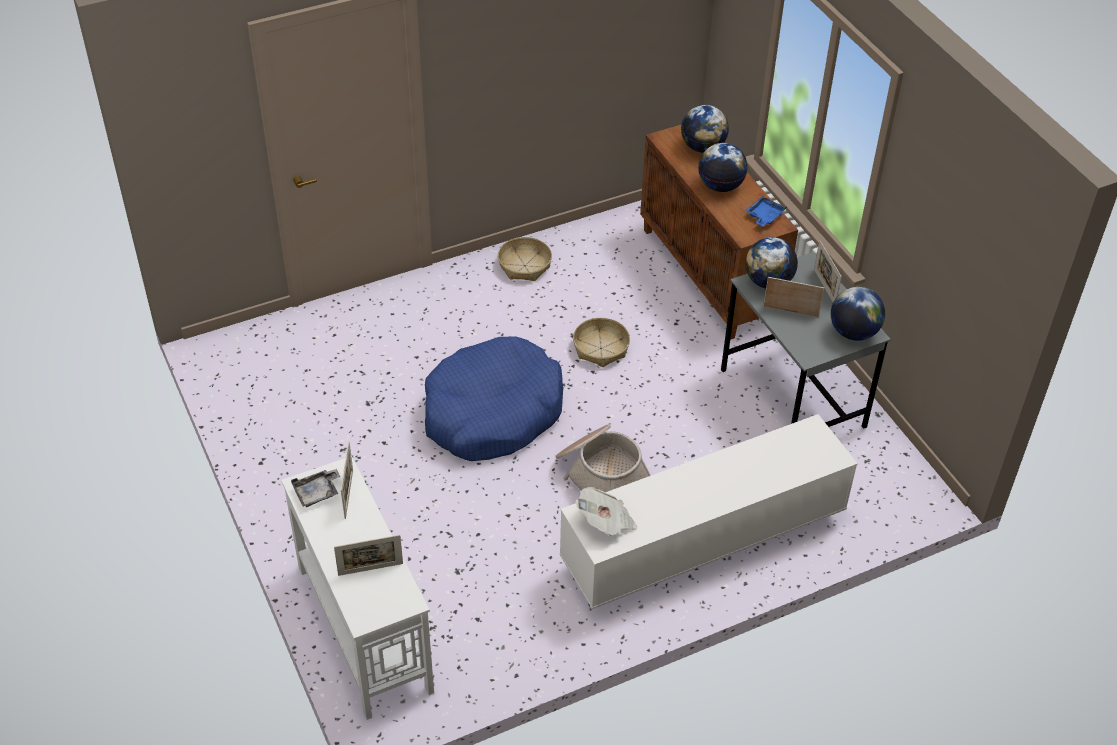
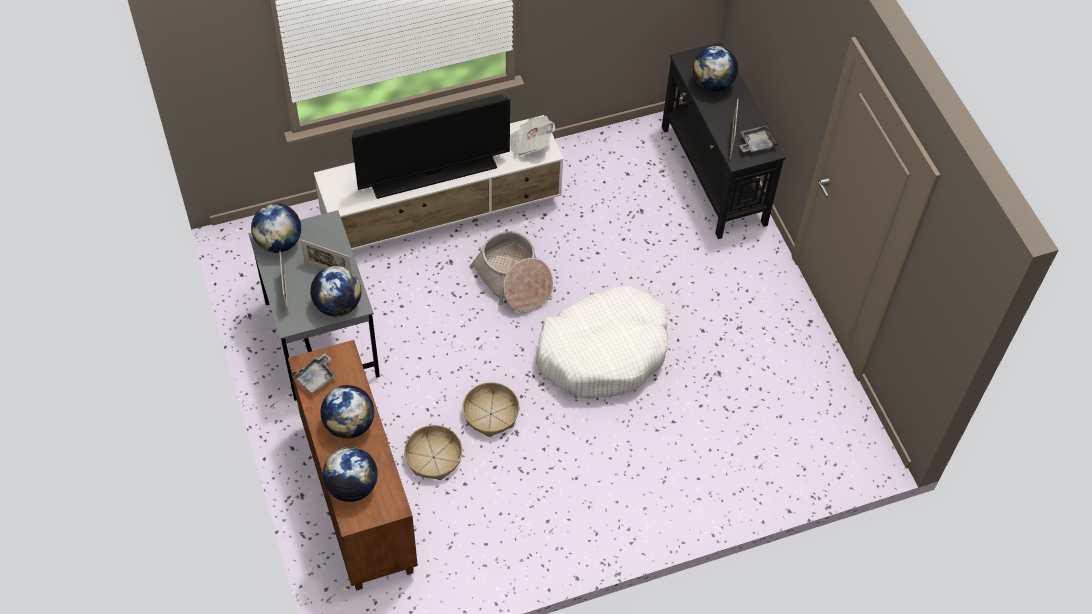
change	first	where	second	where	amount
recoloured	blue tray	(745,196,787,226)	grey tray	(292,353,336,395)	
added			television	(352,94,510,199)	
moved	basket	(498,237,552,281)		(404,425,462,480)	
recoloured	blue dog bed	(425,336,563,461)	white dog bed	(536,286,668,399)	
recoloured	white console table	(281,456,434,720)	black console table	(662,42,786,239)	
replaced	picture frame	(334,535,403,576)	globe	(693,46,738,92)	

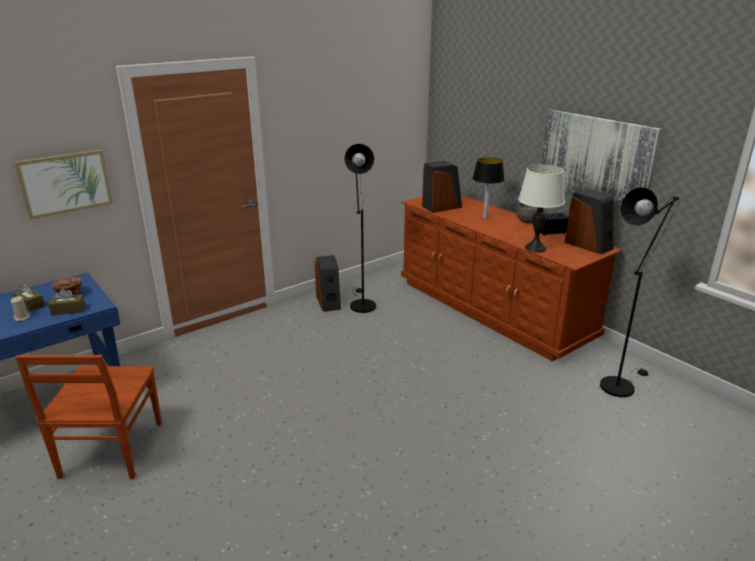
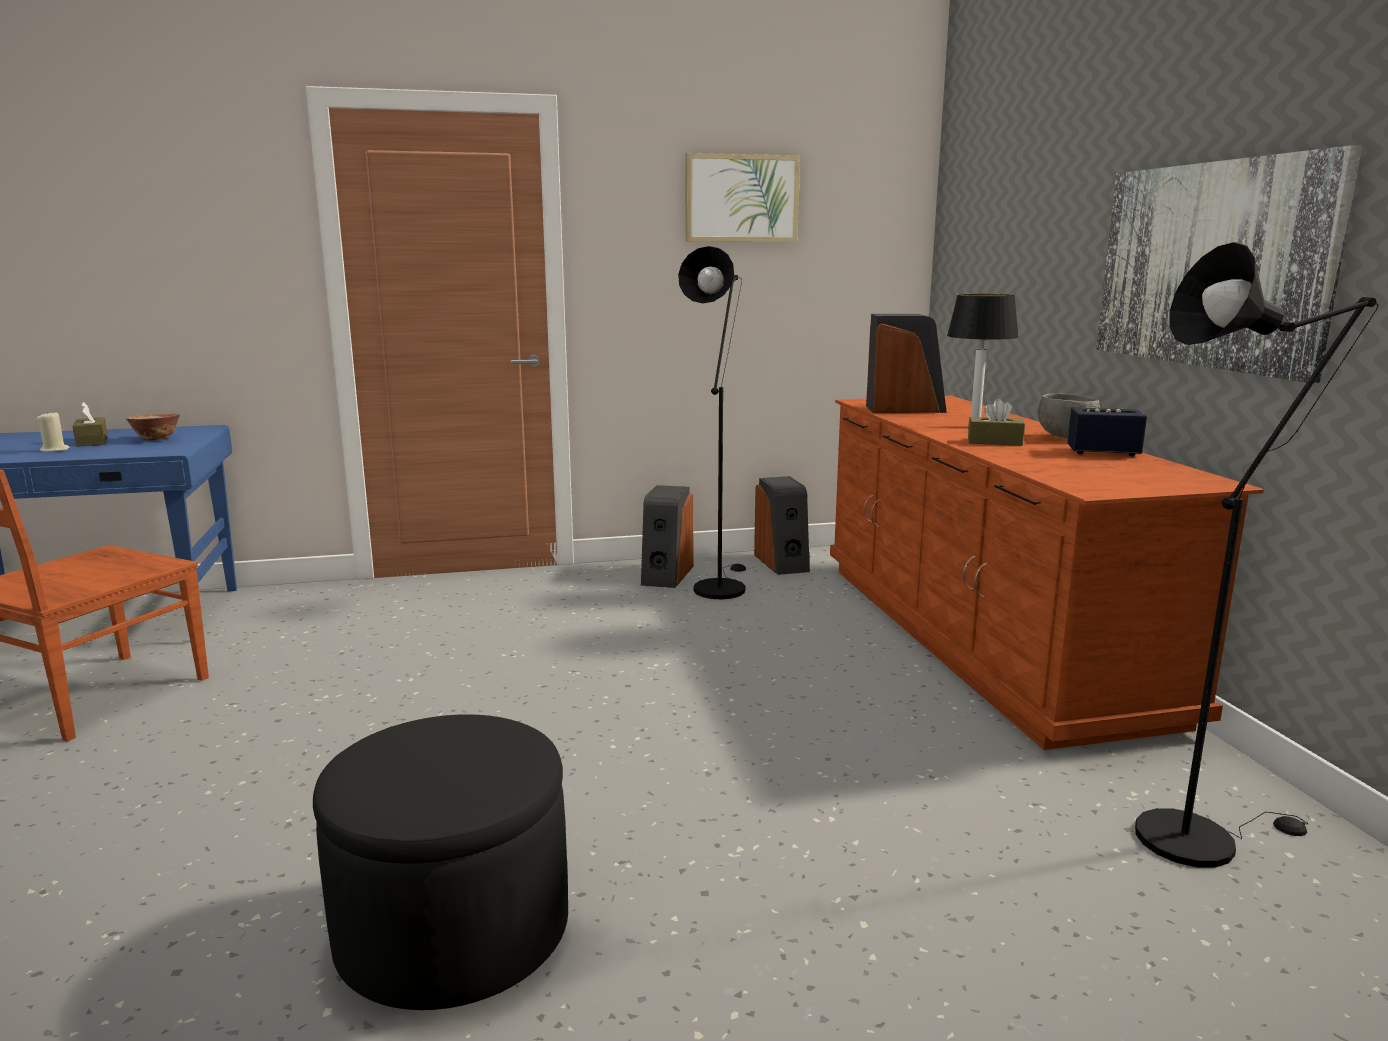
change	first	where	second	where	amount
added			black ottoman	(313,714,568,1010)	
moved	picture	(14,150,113,219)		(686,153,800,242)	
moved	speaker	(564,188,614,254)		(754,476,810,575)	
moved	brown tissue box	(48,289,85,315)		(968,399,1025,446)	
removed	white table lamp	(518,165,565,252)			

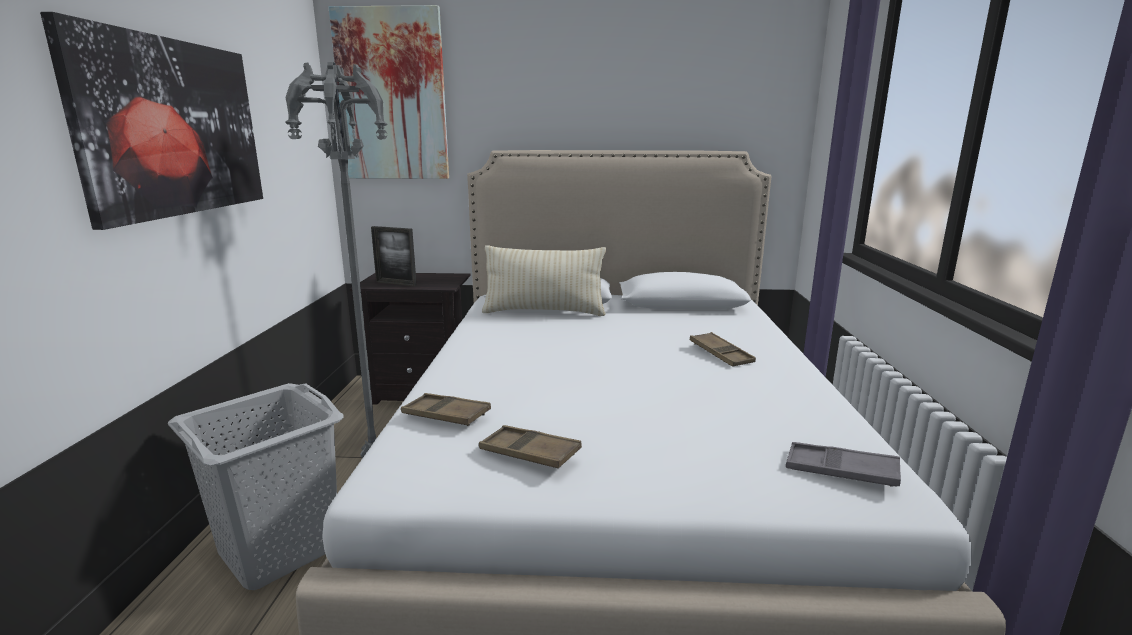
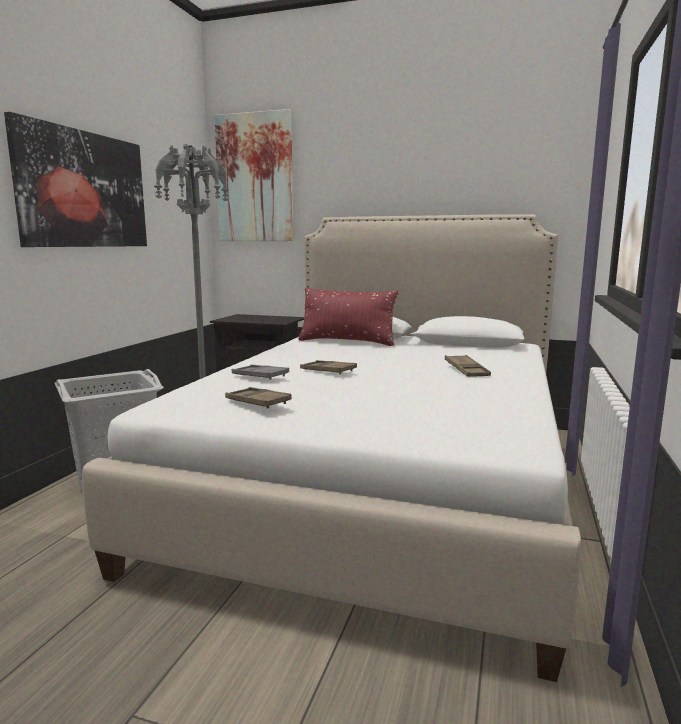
change	first	where	second	where	amount
moved	grey tray	(786,442,901,487)		(232,365,289,380)	
recoloured	beige pillow	(482,245,606,316)	red pillow	(298,288,399,346)	
moved	brown tray	(401,393,491,426)		(300,360,357,374)	
removed	picture frame	(371,226,417,286)			

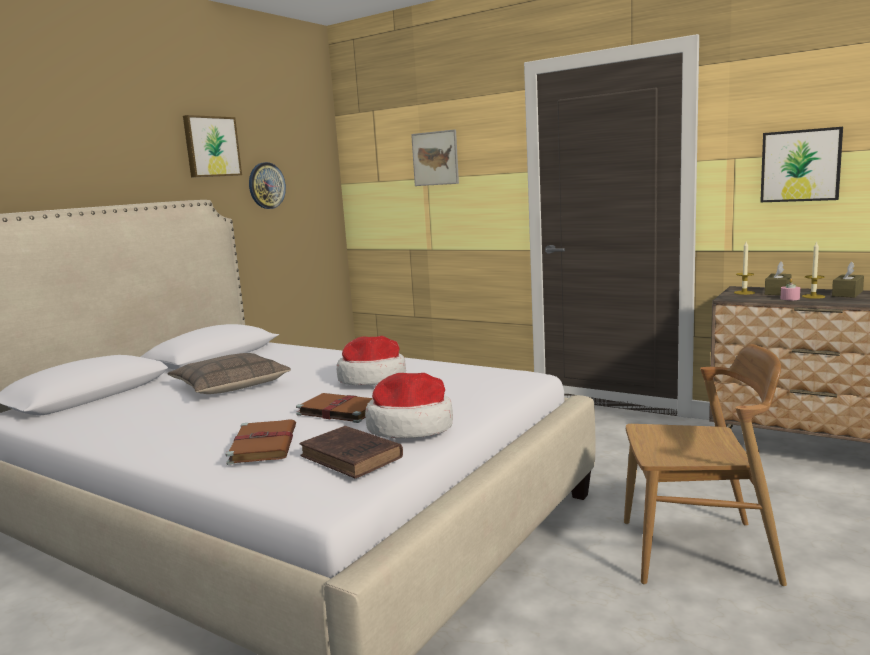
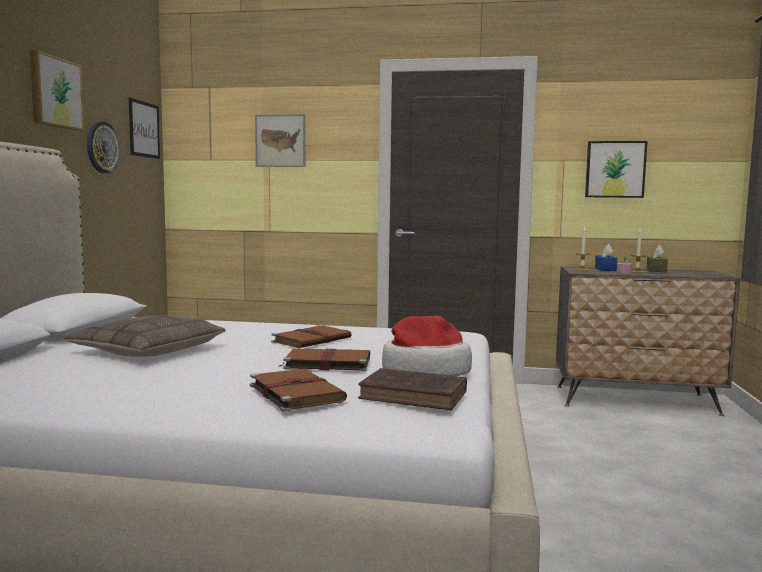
change	first	where	second	where	amount
added			picture	(129,98,160,159)	
replaced	hat	(337,336,406,386)	brown book	(271,325,352,348)	
recoloured	brown tissue box	(765,262,792,295)	blue tissue box	(595,244,617,271)	
removed	brown chair	(624,344,787,586)			

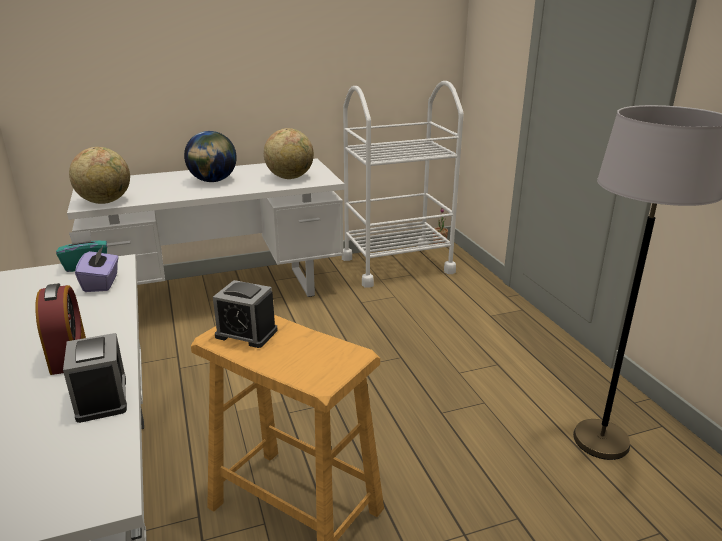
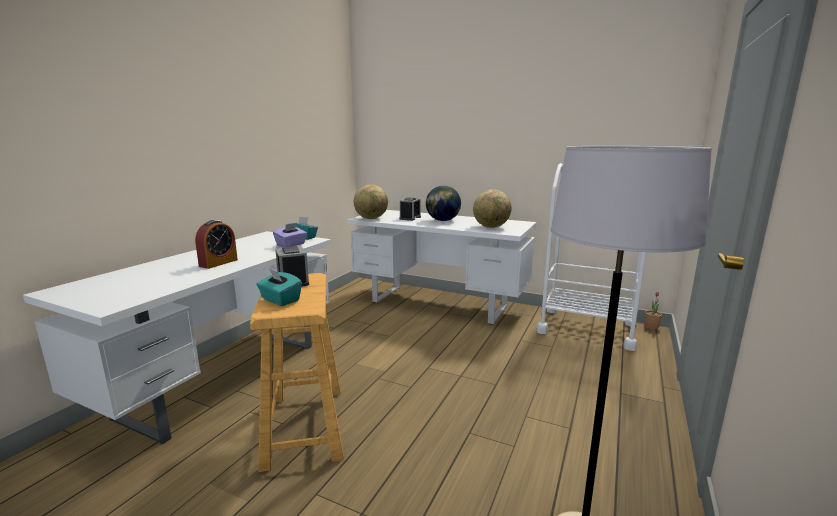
change	first	where	second	where	amount
added			turquoise tissue box	(257,269,302,306)	
moved	alarm clock	(63,333,127,423)		(400,197,421,221)	

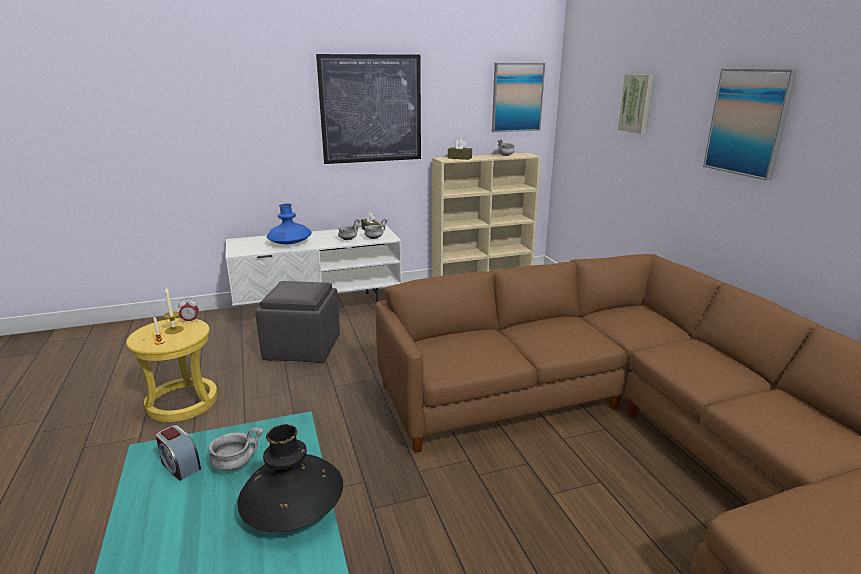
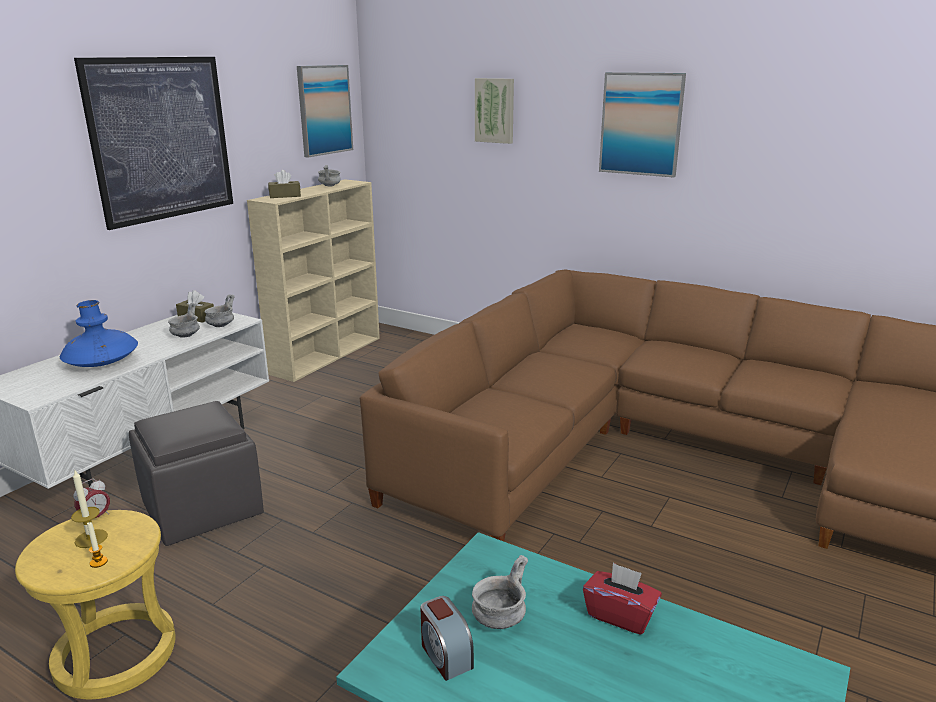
change	first	where	second	where	amount
turned	alarm clock	(156,425,201,481)		(420,596,474,681)	60 degrees clockwise
replaced	black vase	(237,424,343,532)	red tissue box	(583,563,662,635)	

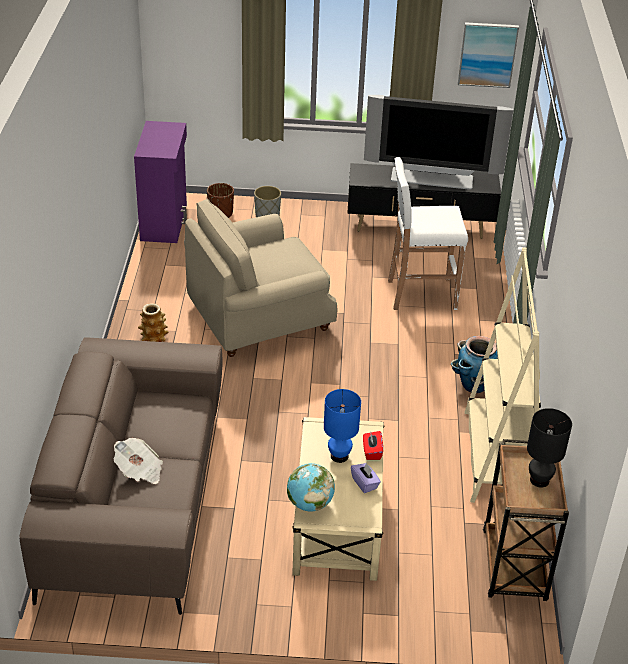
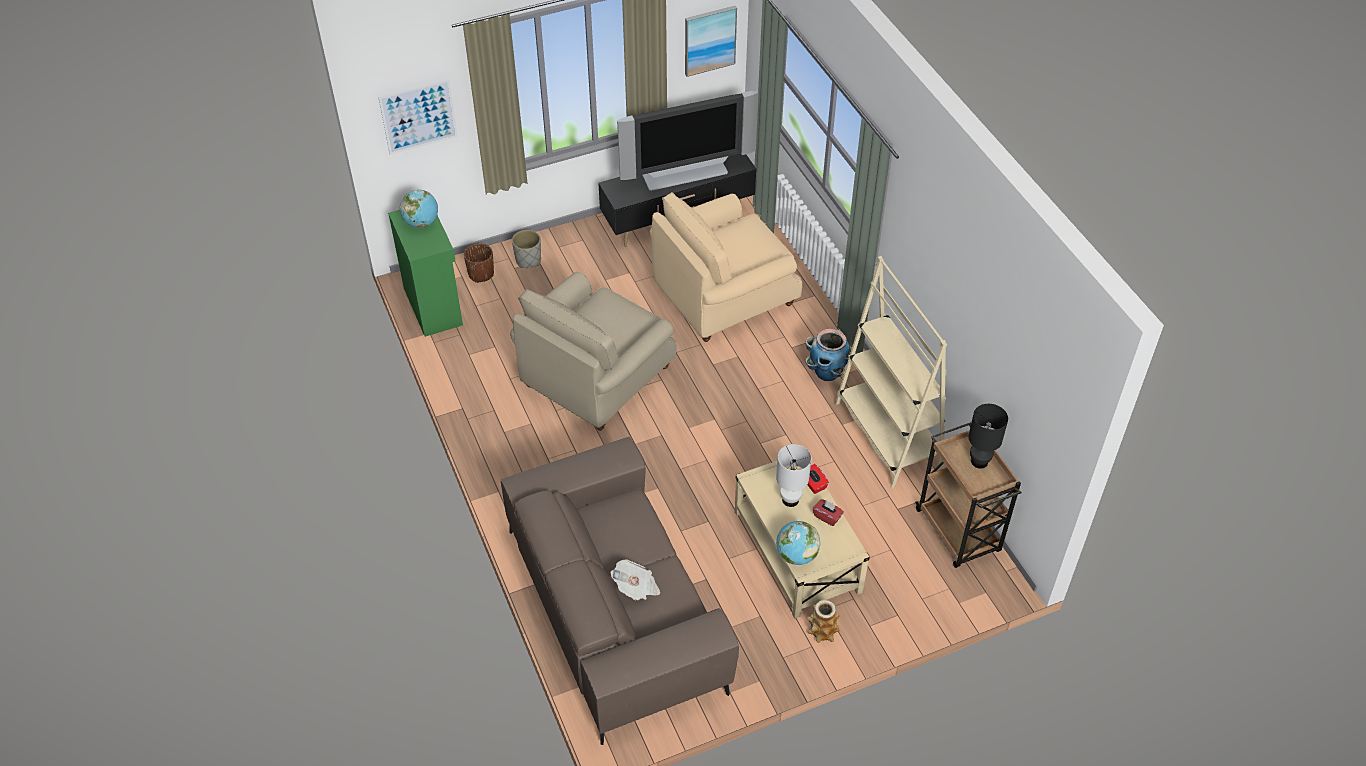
change	first	where	second	where	amount
added			picture	(378,79,458,155)	
recoloured	purple cabinet	(134,121,187,243)	green cabinet	(388,210,463,337)	
added			globe	(400,190,438,228)	
replaced	white stool	(388,157,468,310)	beige armchair	(650,192,802,342)	
recoloured	blue table lamp	(324,389,361,463)	white table lamp	(776,444,811,507)	
moved	vase	(138,303,168,342)		(807,600,840,643)	
recoloured	purple tissue box	(351,462,381,493)	red tissue box	(813,499,844,526)	

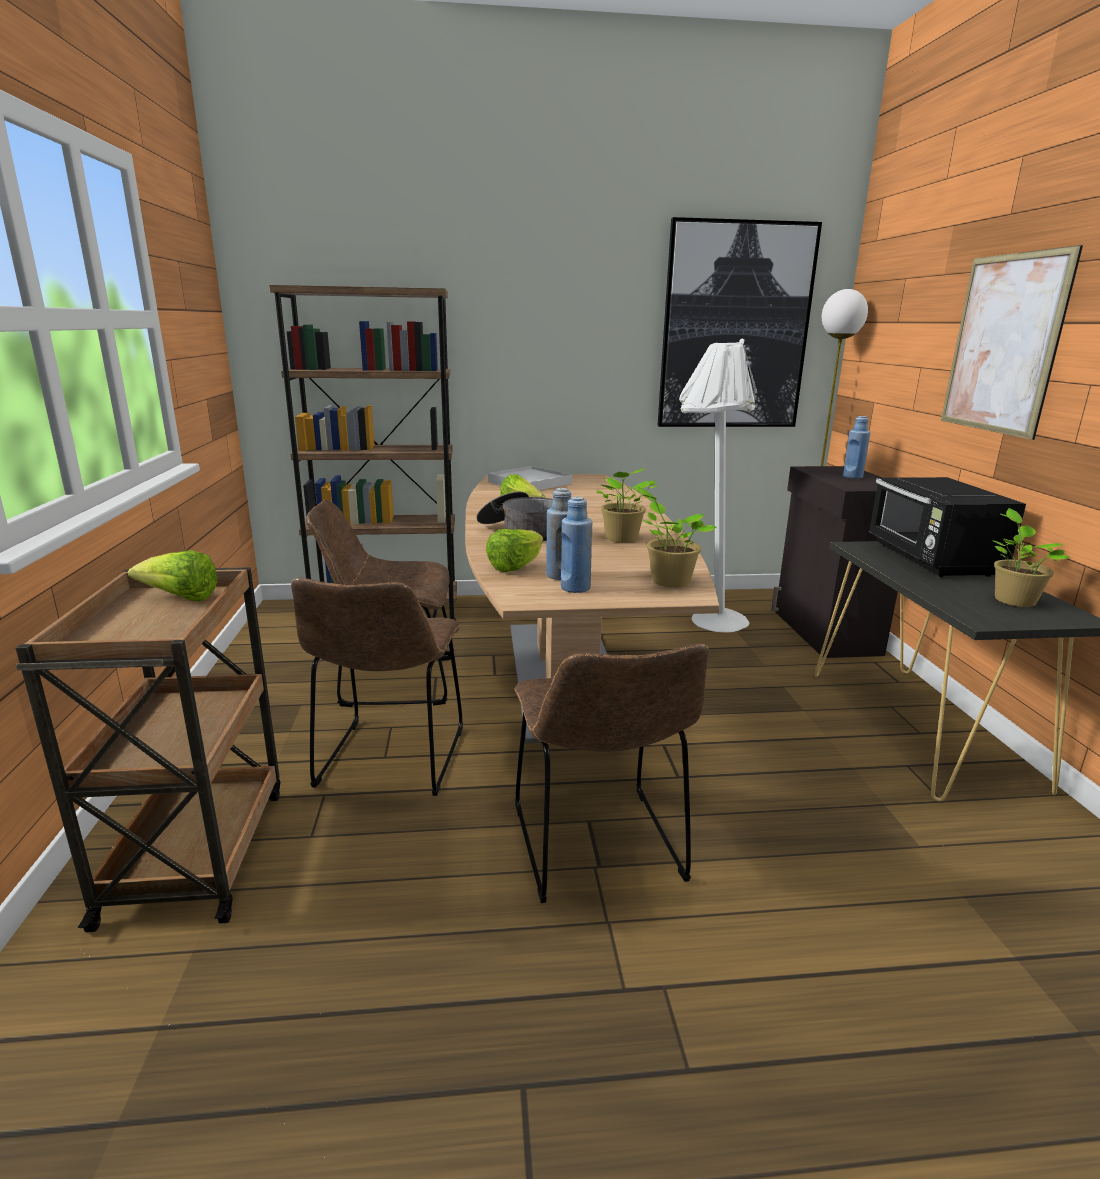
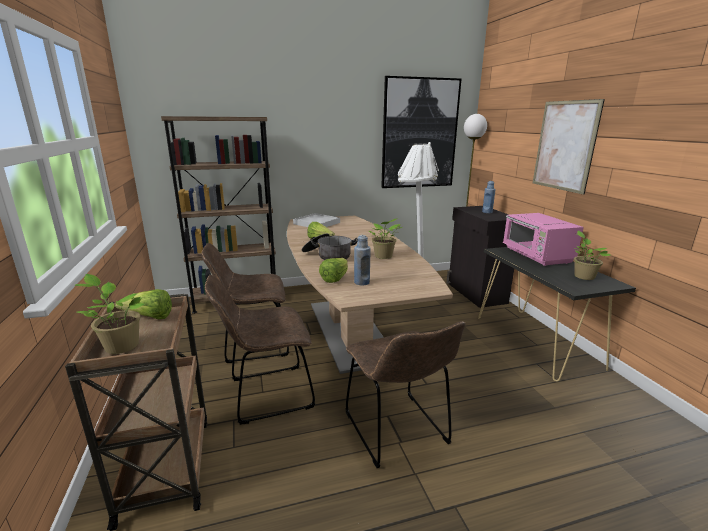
change	first	where	second	where	amount
moved	potted plant	(638,487,716,588)		(75,274,145,354)	
turned	brown chair	(291,578,463,796)		(205,275,315,425)	75 degrees clockwise
recoloured	black microwave	(868,477,1026,577)	pink microwave	(503,213,584,266)	
removed	blue bottle	(561,496,592,593)			

